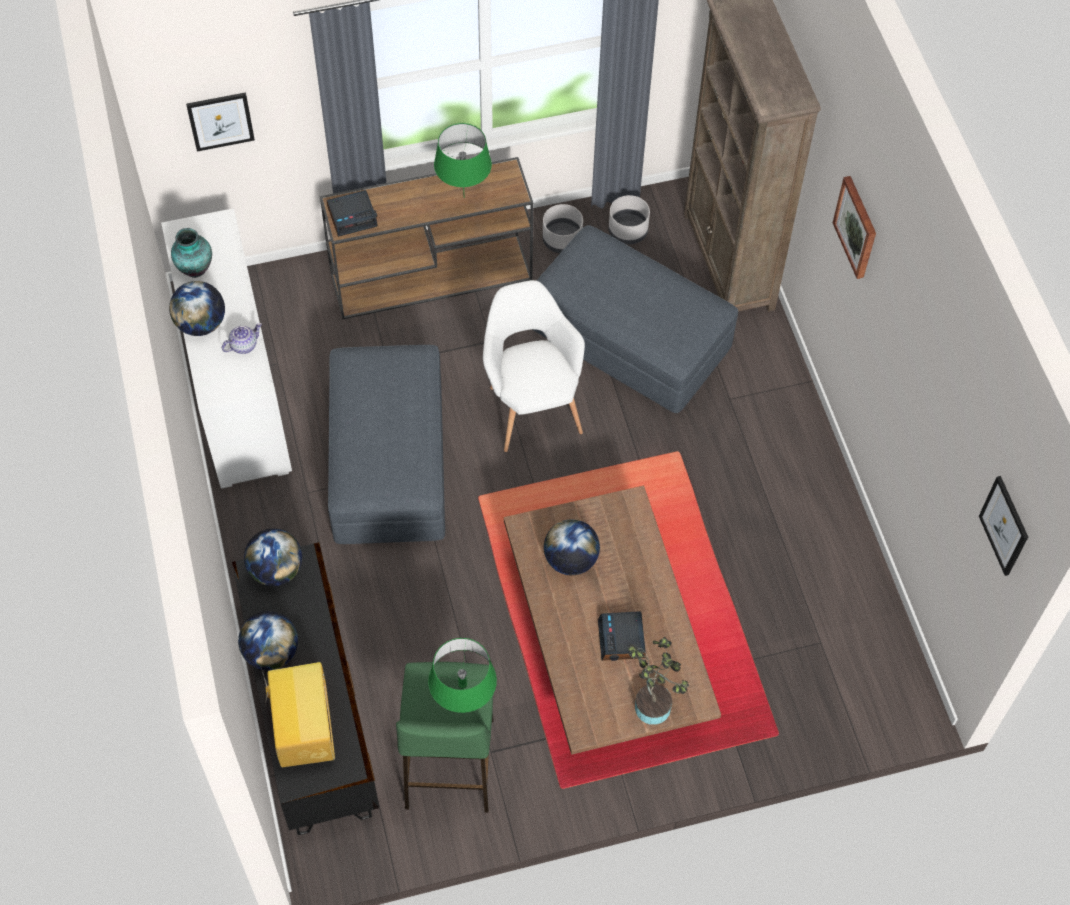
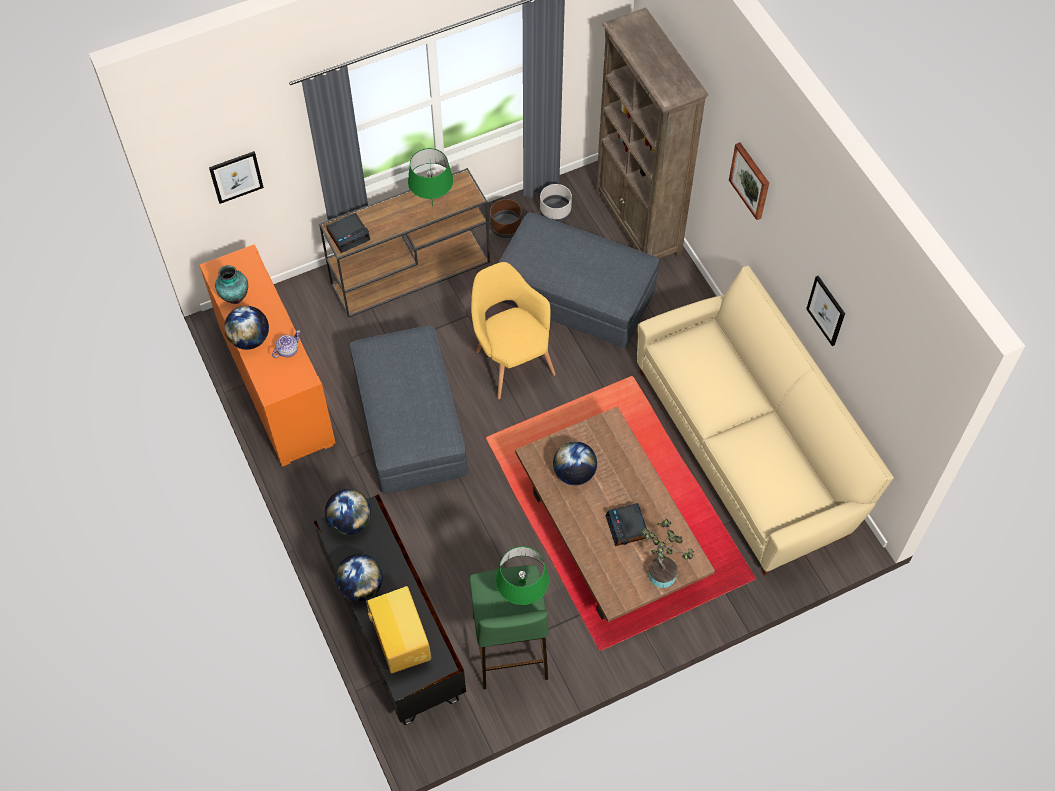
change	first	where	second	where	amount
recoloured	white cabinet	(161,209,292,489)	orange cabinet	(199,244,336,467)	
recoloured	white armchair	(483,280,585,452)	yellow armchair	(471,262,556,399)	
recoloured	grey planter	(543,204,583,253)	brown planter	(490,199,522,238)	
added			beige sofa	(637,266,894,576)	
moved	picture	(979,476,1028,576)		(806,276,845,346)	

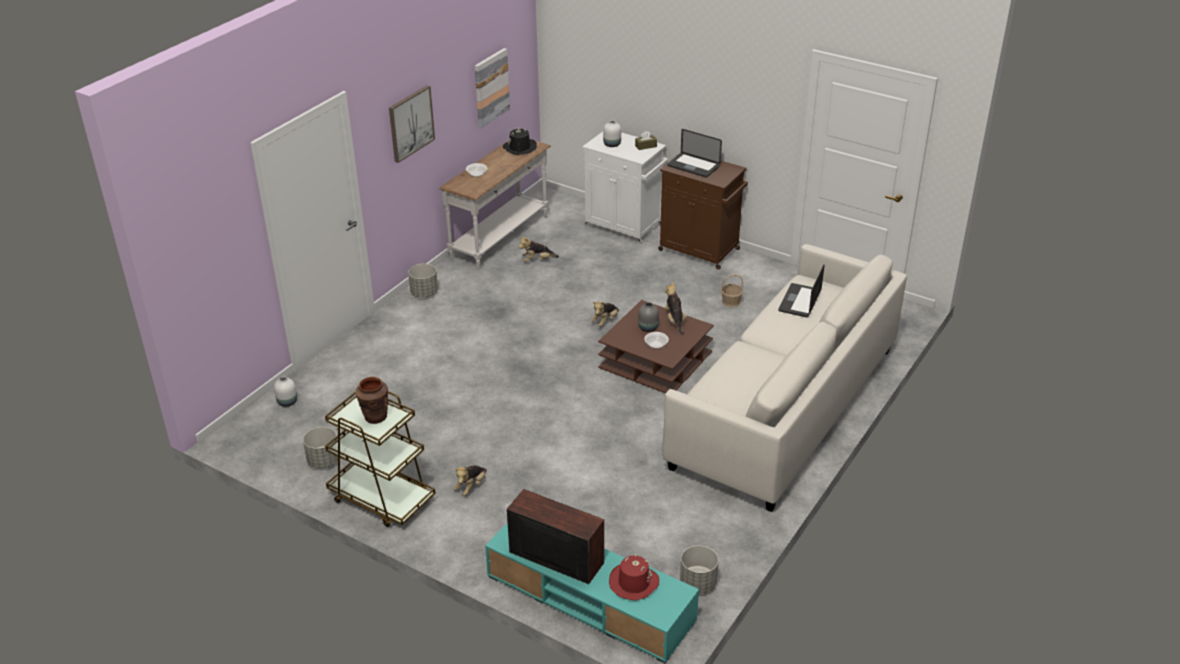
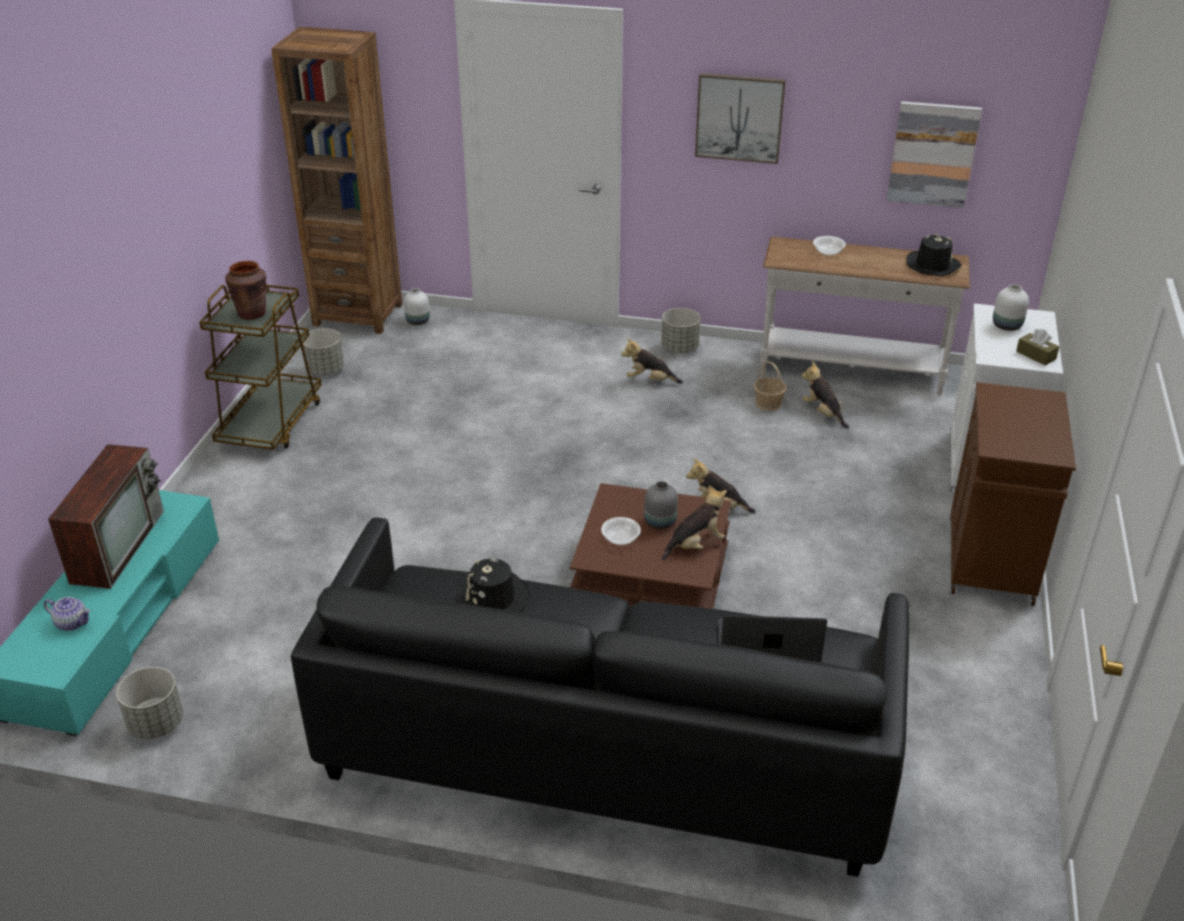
change	first	where	second	where	amount
replaced	red hat	(609,554,659,601)	teapot	(44,597,91,631)	
added			brown bookcase	(271,27,402,334)	
recoloured	white sofa	(662,244,907,512)	black sofa	(291,517,909,877)	
added			black hat	(456,558,530,612)	
moved	plush toy	(453,465,487,496)		(621,338,683,384)	
moved	basket	(721,274,743,308)		(754,361,787,411)	
removed	laptop	(667,129,722,177)			

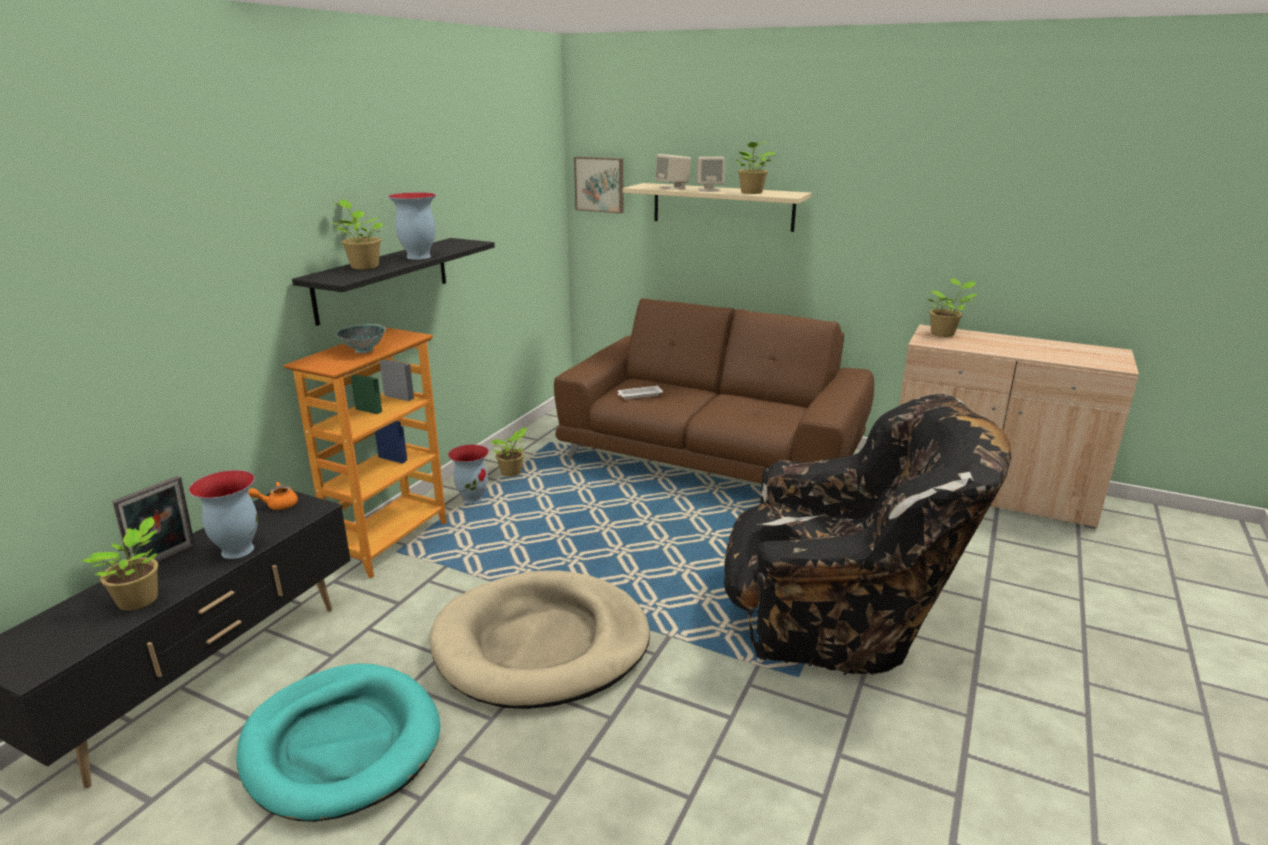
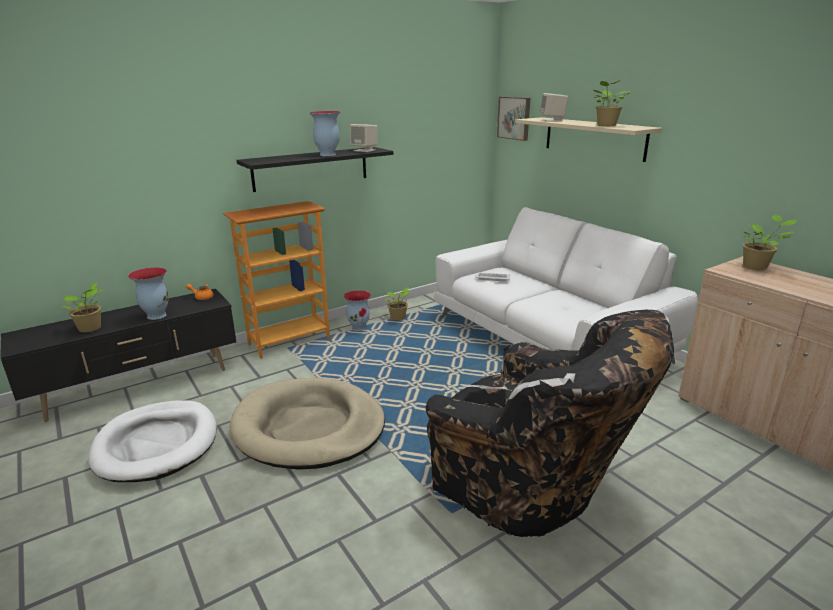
change	first	where	second	where	amount
recoloured	turquoise dog bed	(236,663,440,822)	white dog bed	(88,400,217,482)	
moved	beige speaker	(697,157,725,191)		(350,124,378,152)	
recoloured	brown sofa	(554,298,874,484)	white sofa	(434,207,698,364)	
removed	picture frame	(112,476,195,563)			
removed	potted plant	(332,199,384,270)			
removed	bowl	(336,324,386,354)			

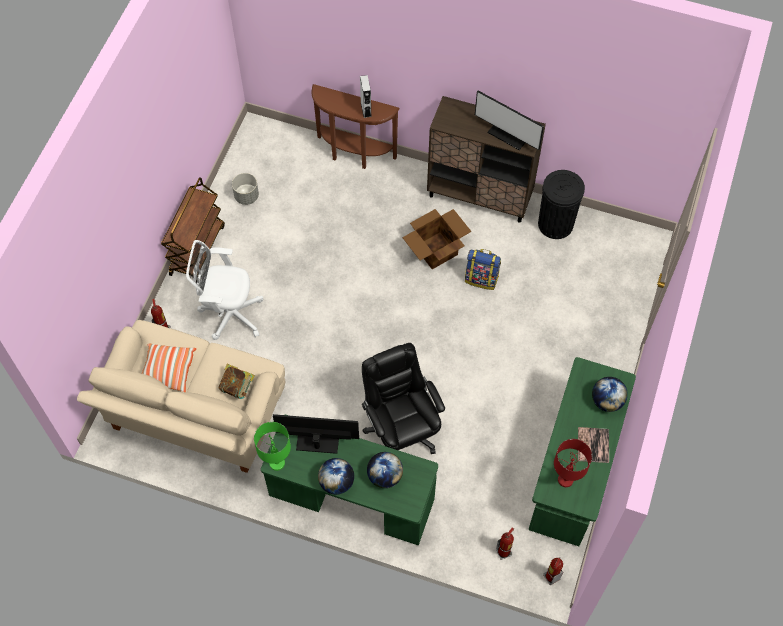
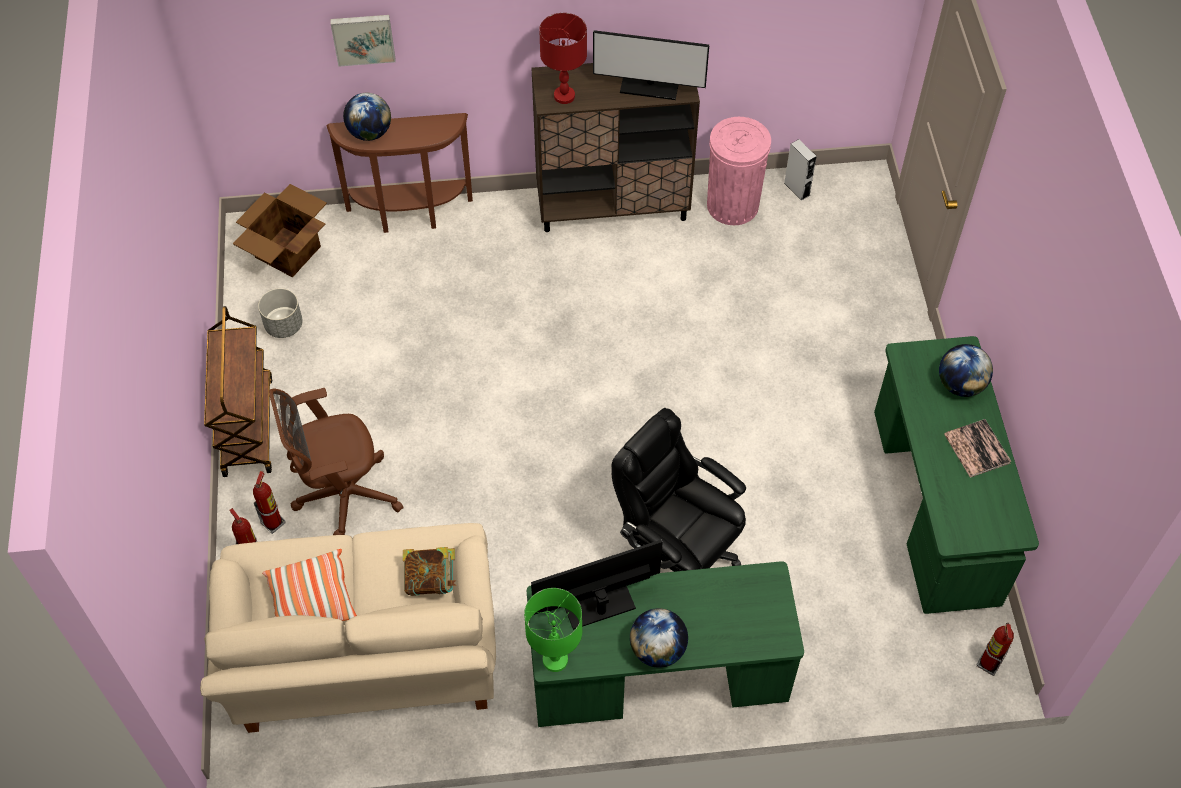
change	first	where	second	where	amount
moved	cardboard box	(402,209,471,269)		(233,184,327,277)	
moved	fire extinguisher	(496,527,514,560)		(253,471,286,534)	
recoloured	white office chair	(186,240,263,340)	brown office chair	(269,388,403,535)	
added			picture	(330,15,396,67)	
moved	globe	(367,452,403,488)		(343,93,391,141)	
moved	red table lamp	(554,439,592,487)		(539,13,587,104)	
recoloured	black trash can	(538,170,585,239)	pink trash can	(707,117,771,225)	
moved	grey speaker	(360,75,372,118)		(784,139,817,201)	
removed	backpack	(465,249,501,290)			

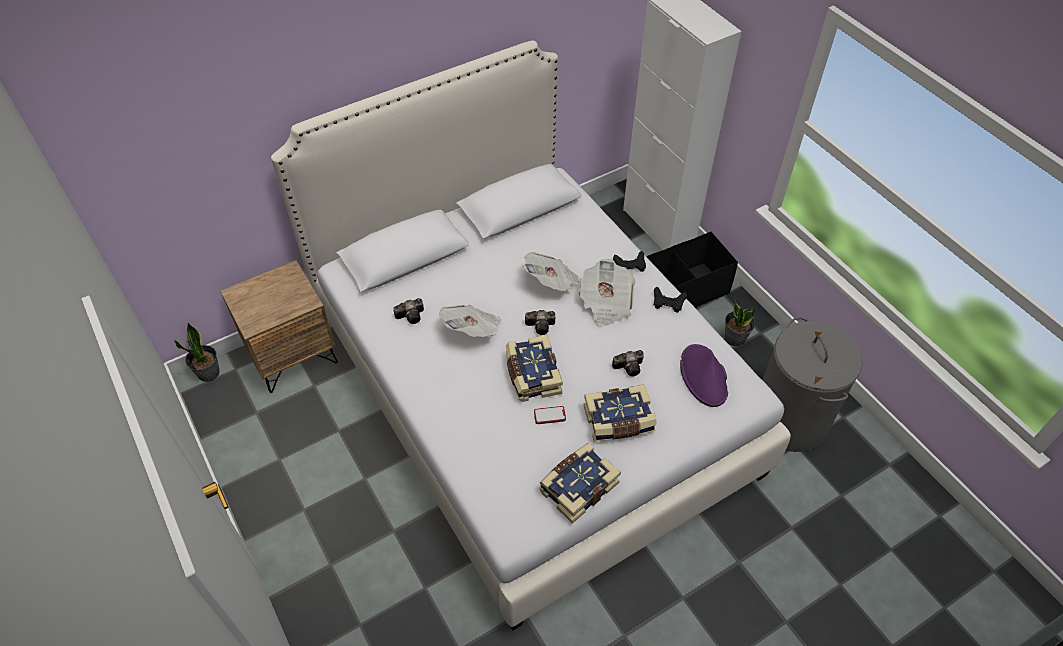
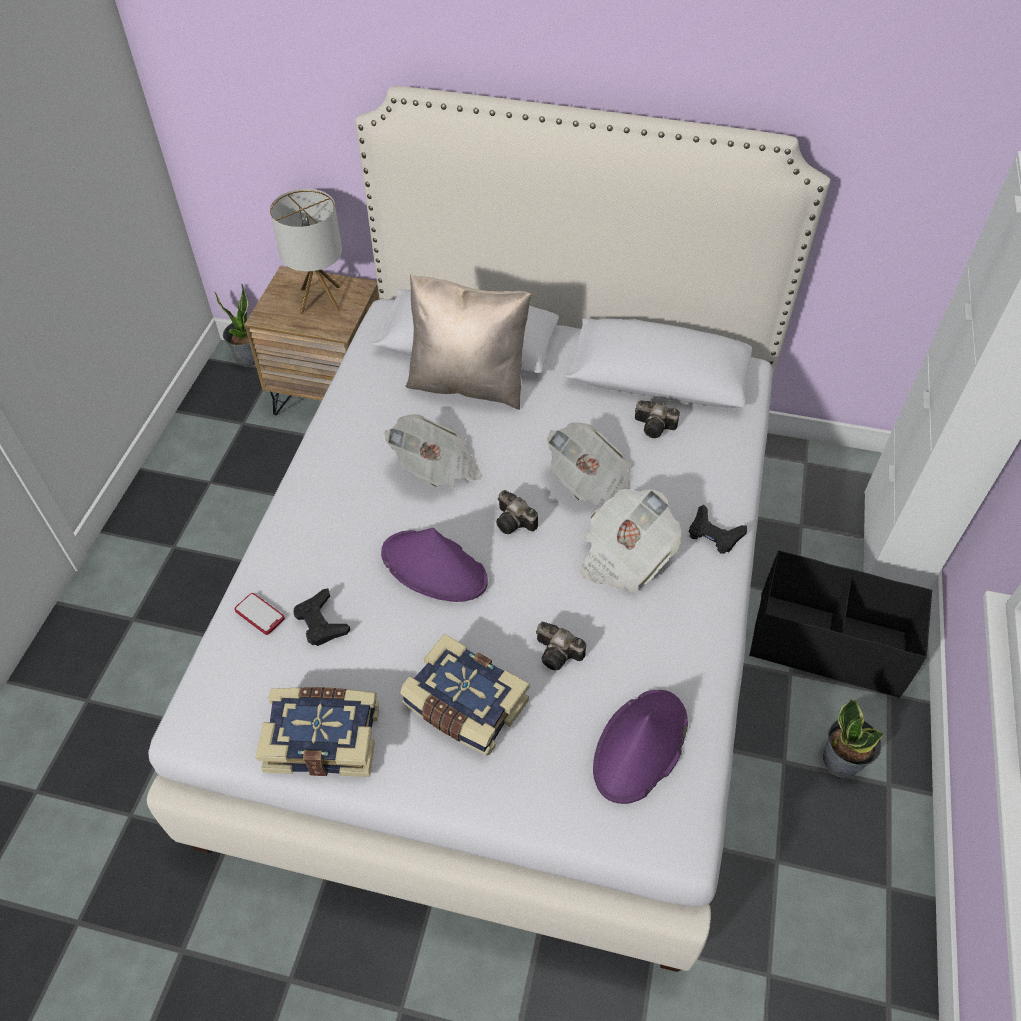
change	first	where	second	where	amount
moved	phone	(534,406,566,424)		(235,593,285,635)	
added			table lamp	(270,189,342,314)	
moved	black game controller	(654,286,687,313)		(293,589,350,646)	
replaced	book	(506,335,563,402)	purple hat	(381,528,488,602)	
added			beige pillow	(406,274,531,410)	
moved	photo camera	(393,298,424,324)		(635,400,680,438)	
removed	grey laundry basket	(762,317,862,452)			

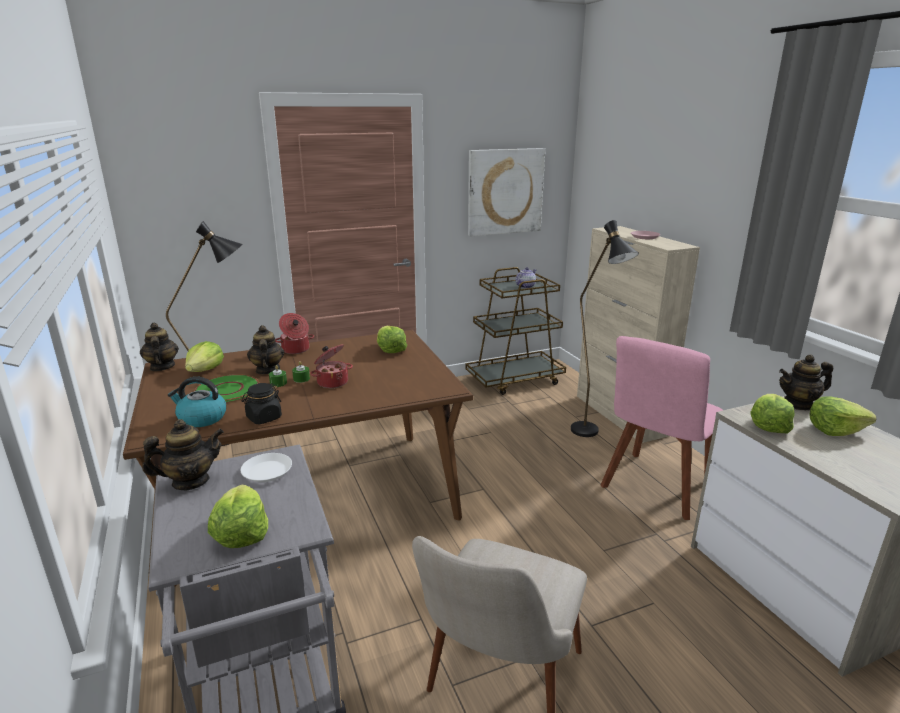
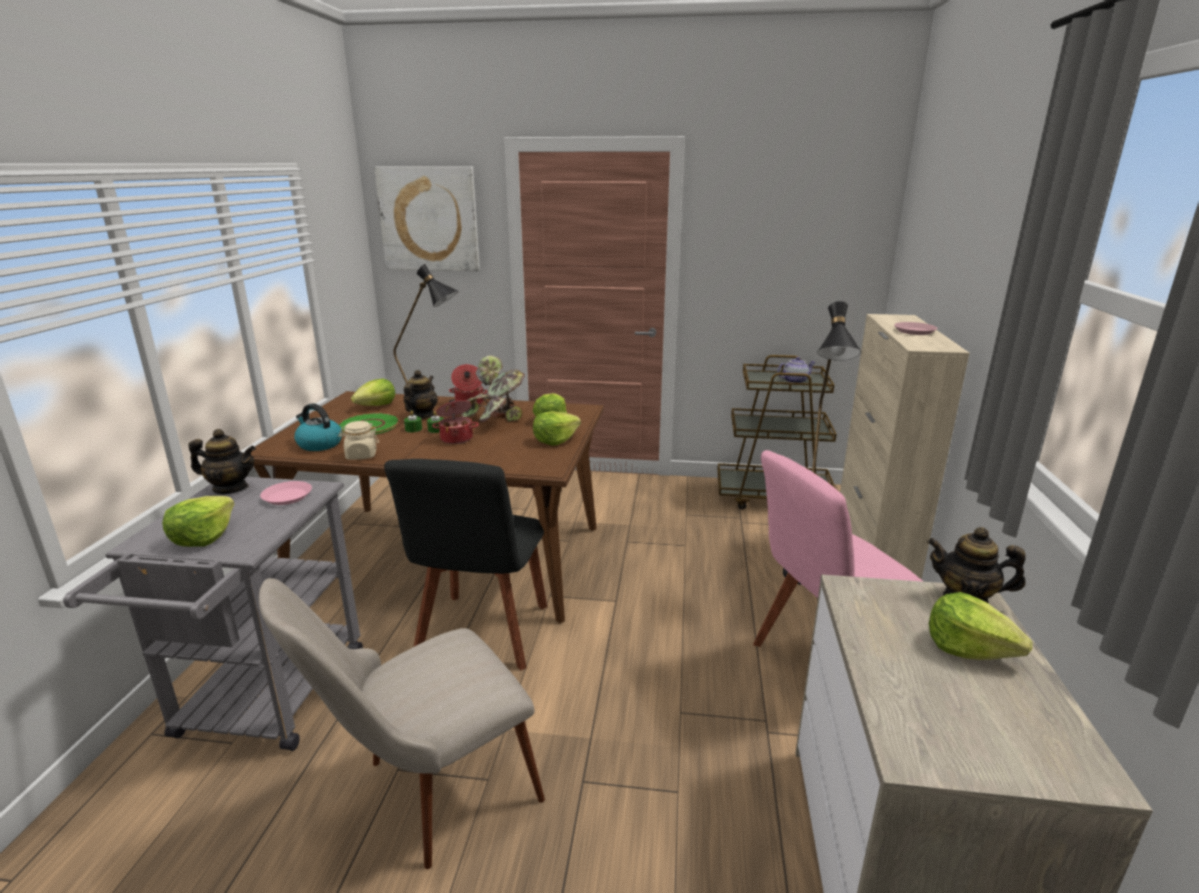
change	first	where	second	where	amount
recoloured	white plate	(240,453,292,482)	pink plate	(260,481,312,505)	
recoloured	black jar	(242,383,282,424)	beige jar	(338,421,379,460)	
moved	picture	(468,148,545,237)		(374,166,480,271)	
added			black chair	(384,459,547,670)	
added			potted plant	(461,355,525,422)	
moved	lettuce	(750,394,795,433)		(533,411,581,446)	
removed	teapot	(140,323,179,371)			

